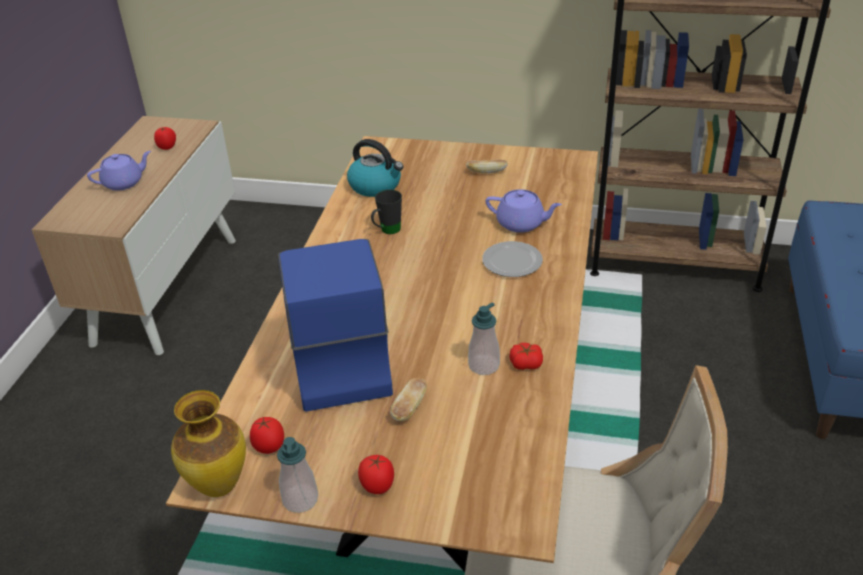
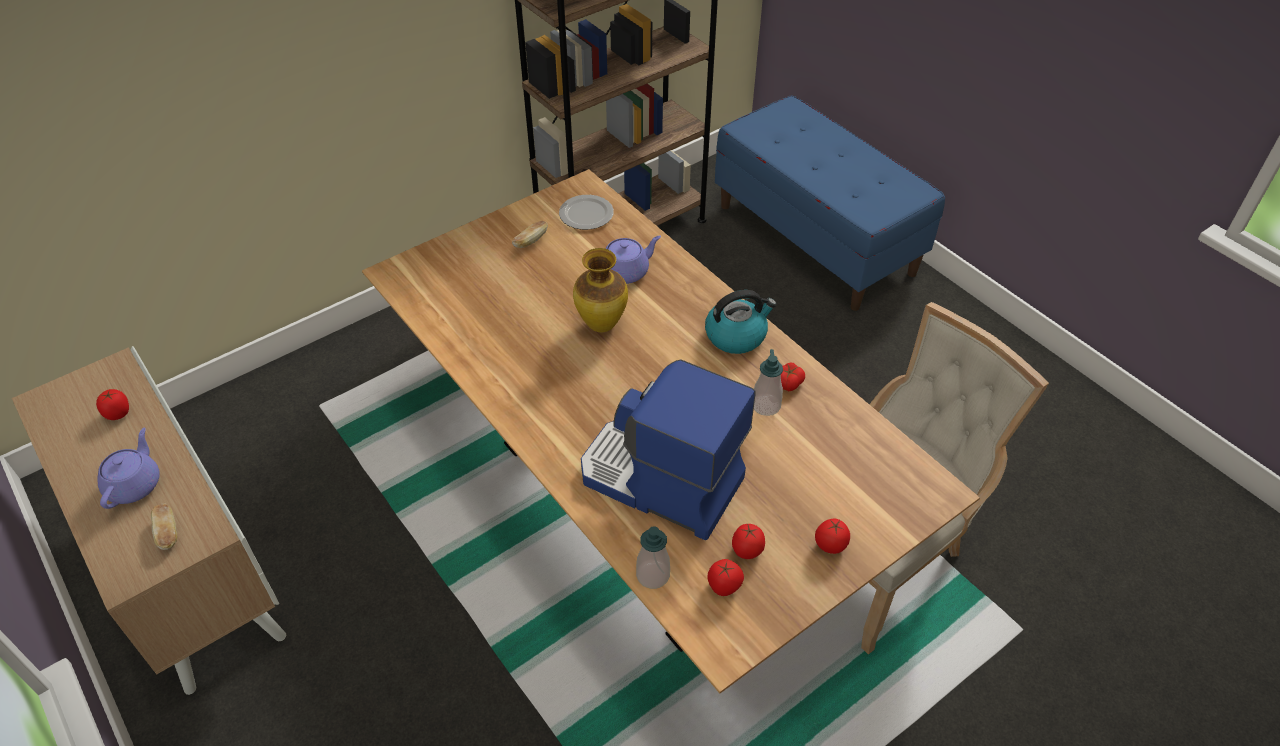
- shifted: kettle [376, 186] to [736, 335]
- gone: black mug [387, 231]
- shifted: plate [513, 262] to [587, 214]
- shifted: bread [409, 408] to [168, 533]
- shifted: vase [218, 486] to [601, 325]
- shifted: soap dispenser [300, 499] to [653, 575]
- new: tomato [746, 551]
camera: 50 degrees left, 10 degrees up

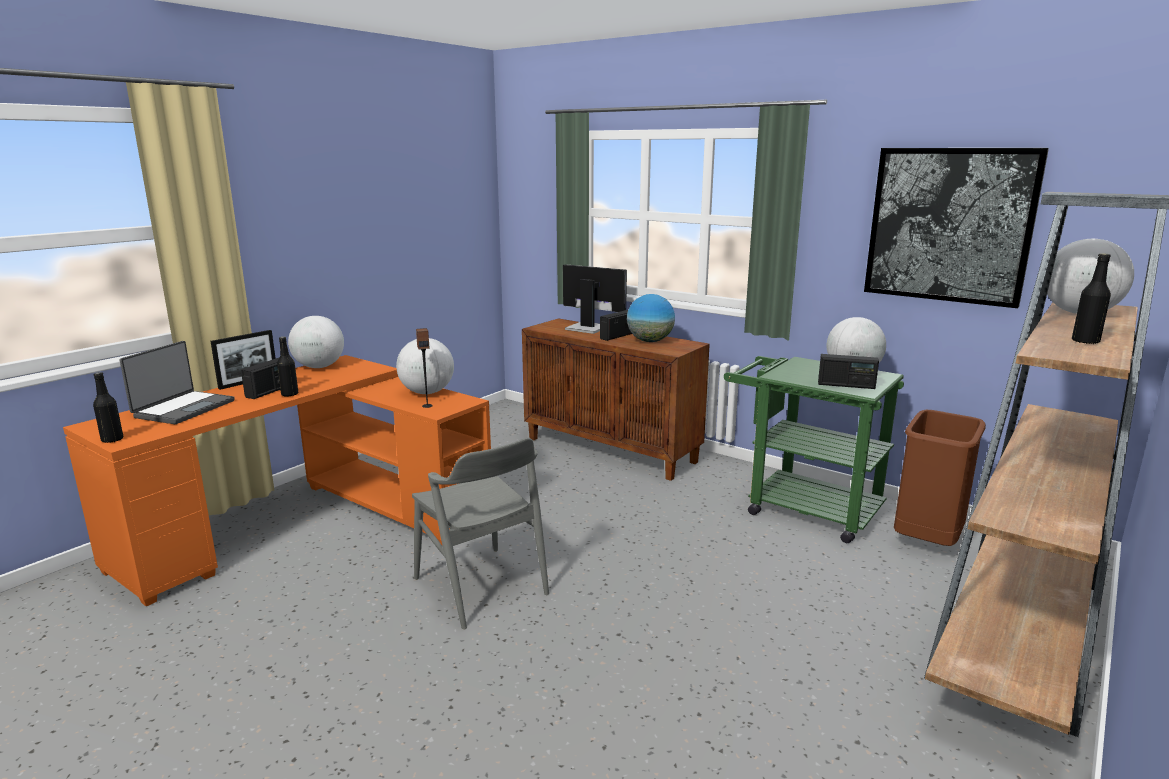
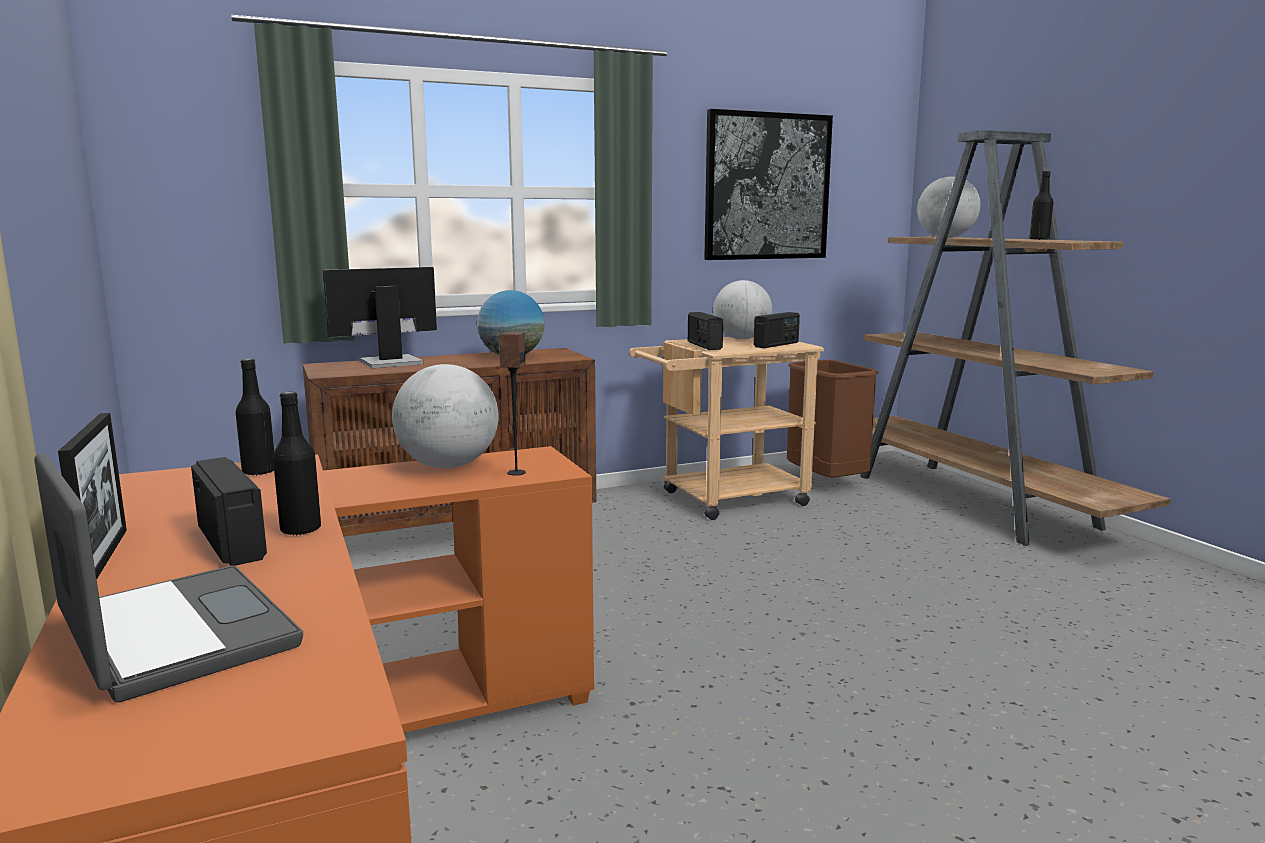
- shifted: radio [617, 336] to [704, 345]
- gone: globe [319, 367]
- repainted: green cart [801, 508] to beige cart [723, 500]
- shifted: black bottle [112, 440] to [259, 472]
- gone: grey chair [480, 586]
camera: 60 degrees left, 5 degrees down

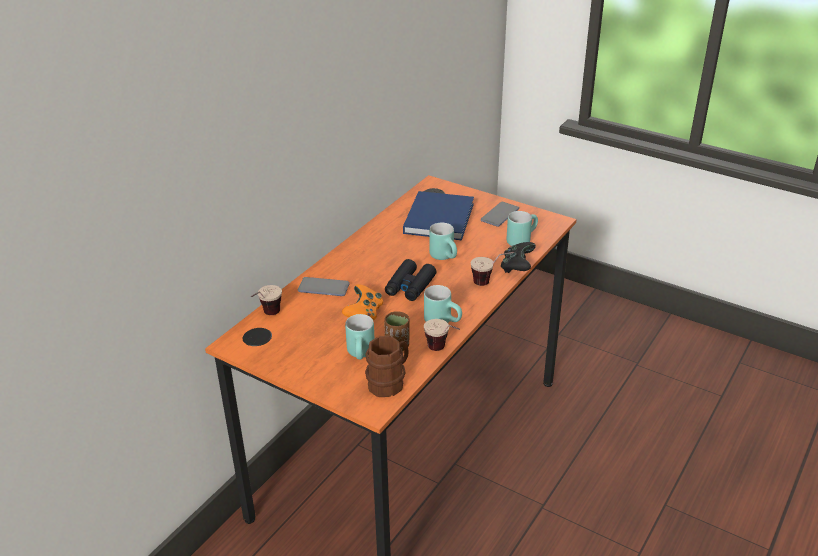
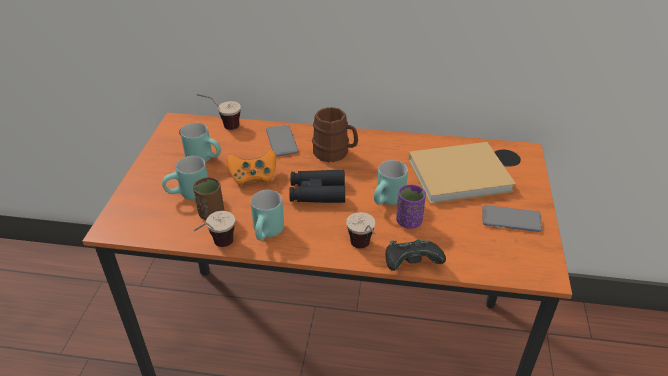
- repainted: blue book [439, 217] to beige book [462, 175]
- shifted: turquoise mug [521, 240] to [205, 158]
- shifted: brown mug [389, 382] to [335, 153]
- new: purple cup [409, 221]
camera: 65 degrees right, 5 degrees up

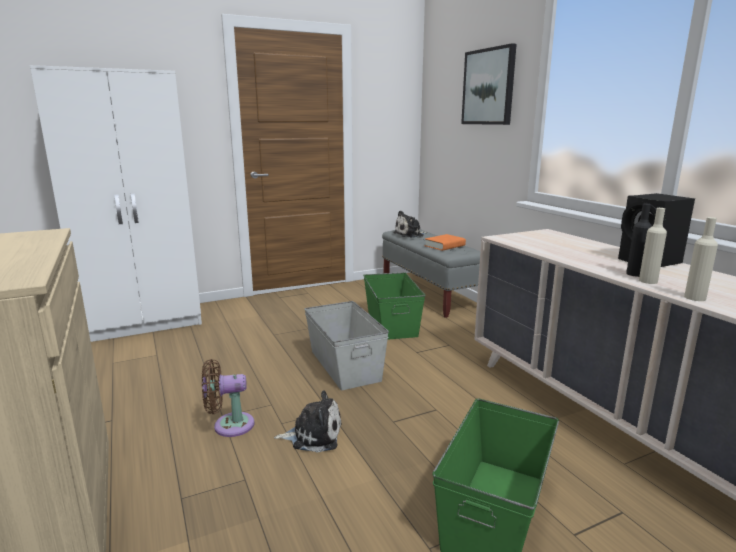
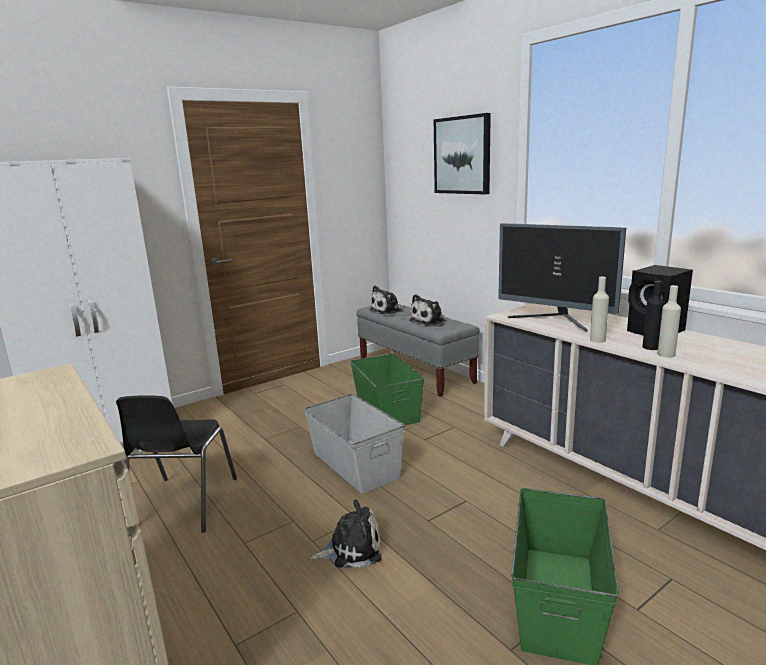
- shifted: beige bottle [695, 298] to [597, 340]
- swapped: orange book [444, 246] to plush toy [429, 321]
- gone: brown fan [229, 425]
- new: monitor [555, 321]
- new: black chair [183, 505]
camera: 10 degrees left, 0 degrees up

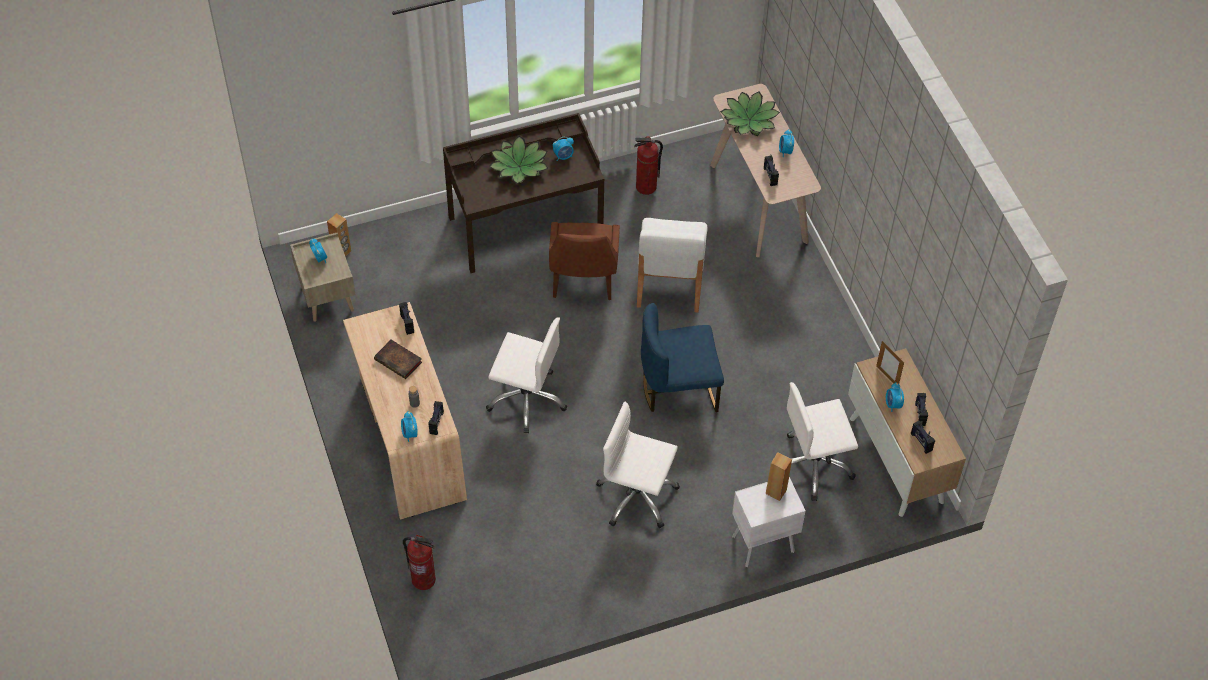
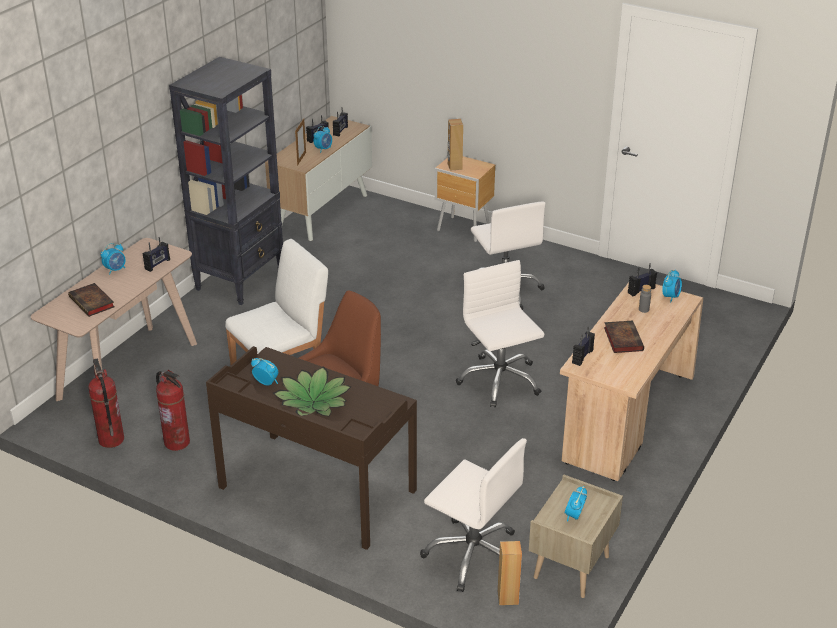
- swapped: potted plant [749, 120] to book [93, 303]
- gone: blue chair [679, 388]
- shifted: white office chair [813, 465] to [473, 554]
- repainted: white nightstand [761, 544] to brown nightstand [464, 230]
- shifted: fire extinguisher [423, 579] to [111, 440]
- new: black bookcase [240, 280]
camera: 130 degrees left, 20 degrees down

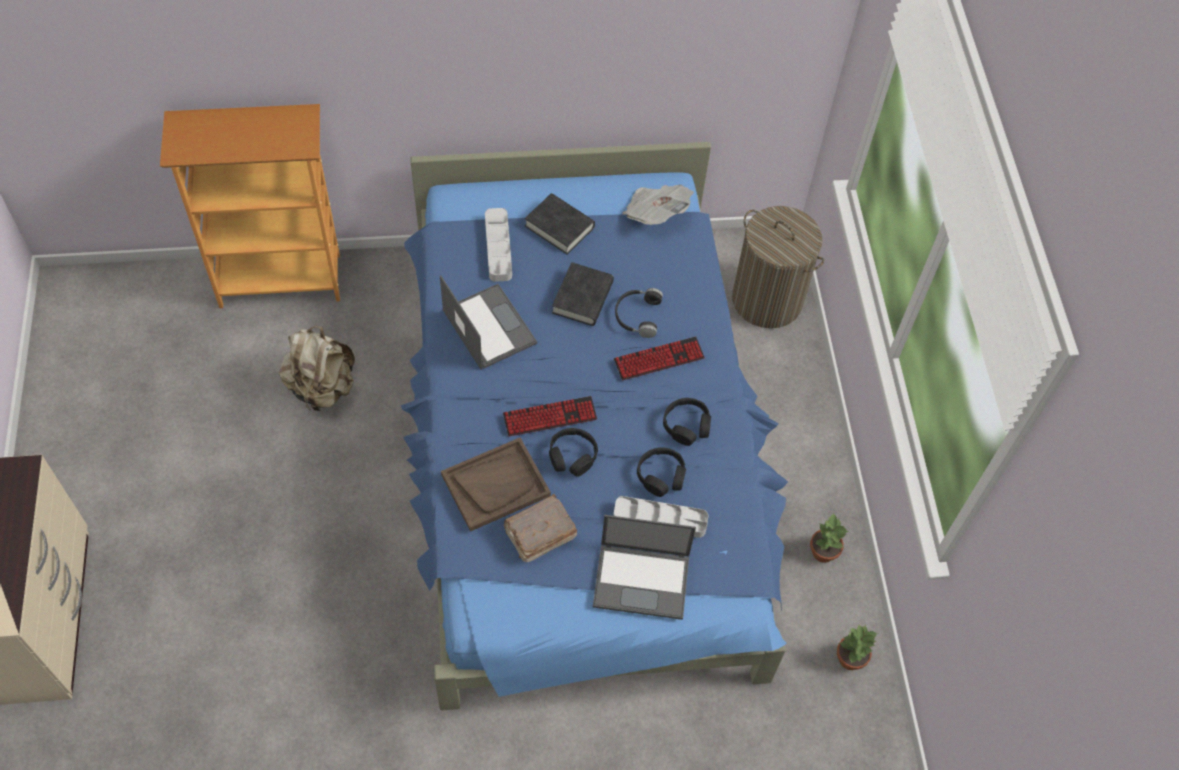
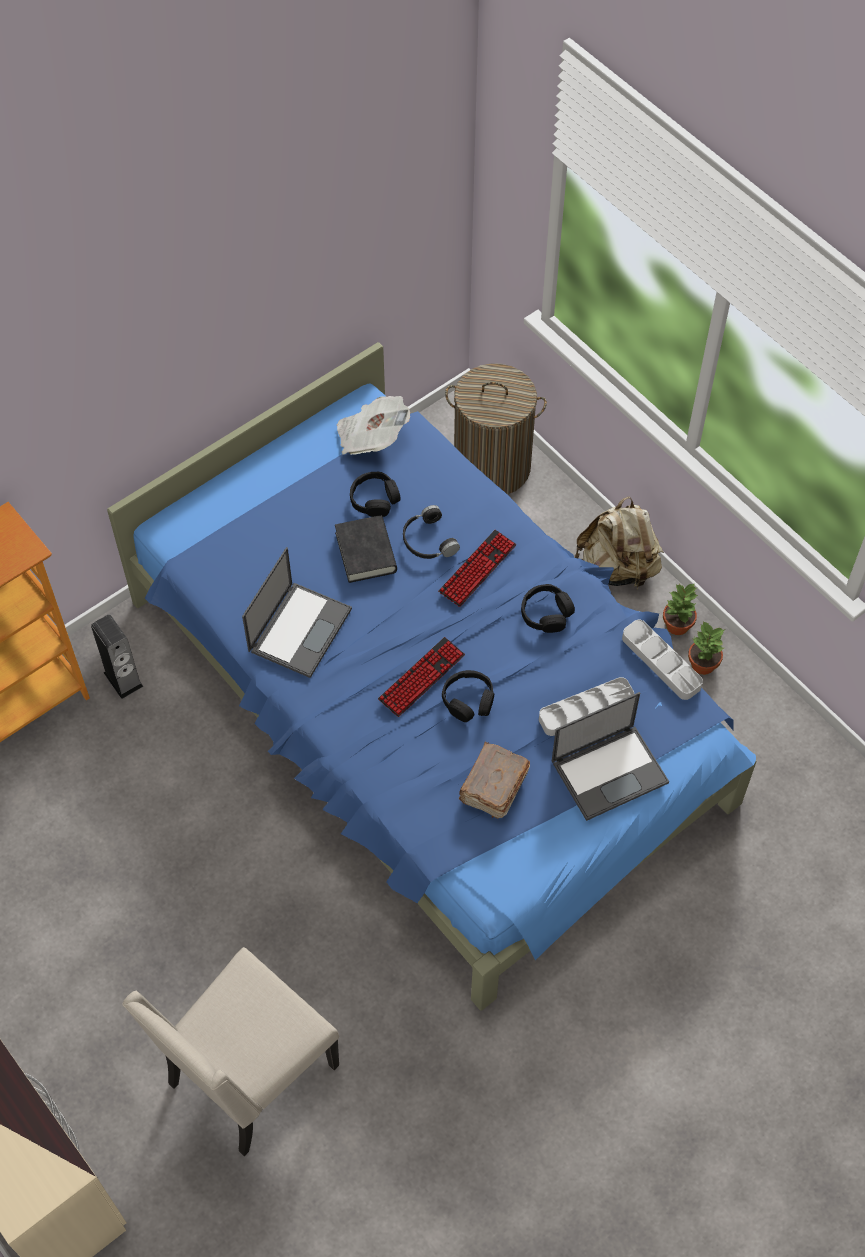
- gone: black book [559, 227]
- shifted: grey tray [498, 247] to [661, 662]
- rotated: laptop [488, 326] = [300, 628] 90 degrees clockwise
- shifted: beige backpack [322, 388] to [618, 568]
- gone: brown tray [496, 485]
- shifted: black headphones [661, 475] to [374, 499]
- shifted: potted plant [850, 659] to [678, 625]
- new: speaker [123, 679]
- new: beige chair [249, 1076]
camera: 30 degrees left, 0 degrees up

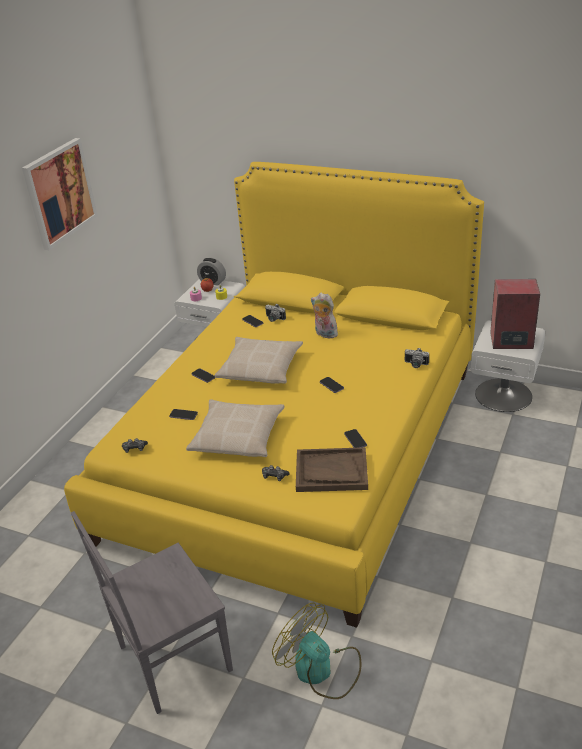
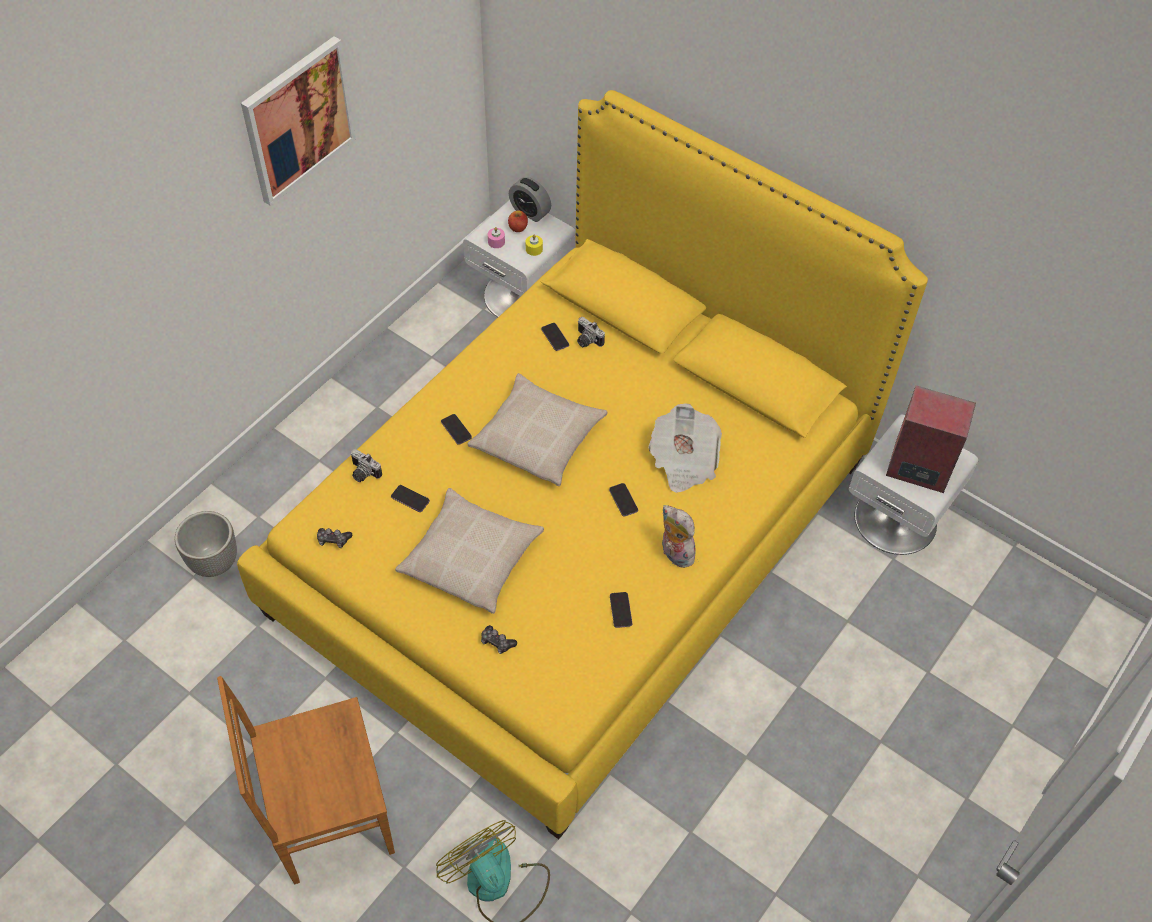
- shifted: plush toy [324, 334] to [674, 554]
- shifted: photo camera [415, 365] to [363, 473]
- gone: brown tray [331, 472]
- repainted: grey chair [171, 660] to brown chair [327, 816]
- new: newspaper [683, 461]
- new: planter [214, 561]
camera: 10 degrees right, 20 degrees up

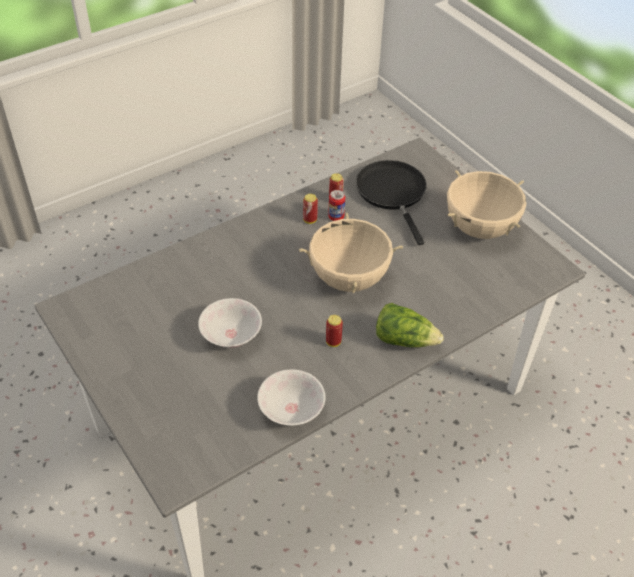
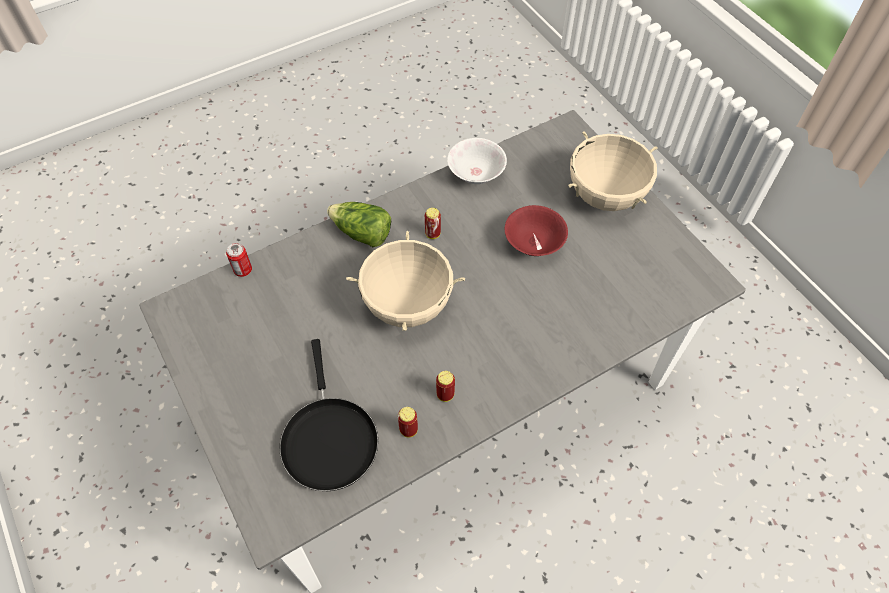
- shifted: beige cooking pot [480, 228] to [605, 196]
- shifted: can [336, 217] to [243, 270]
- repainted: white bowl [231, 336] to red bowl [533, 244]
camera: 175 degrees left, 10 degrees up

